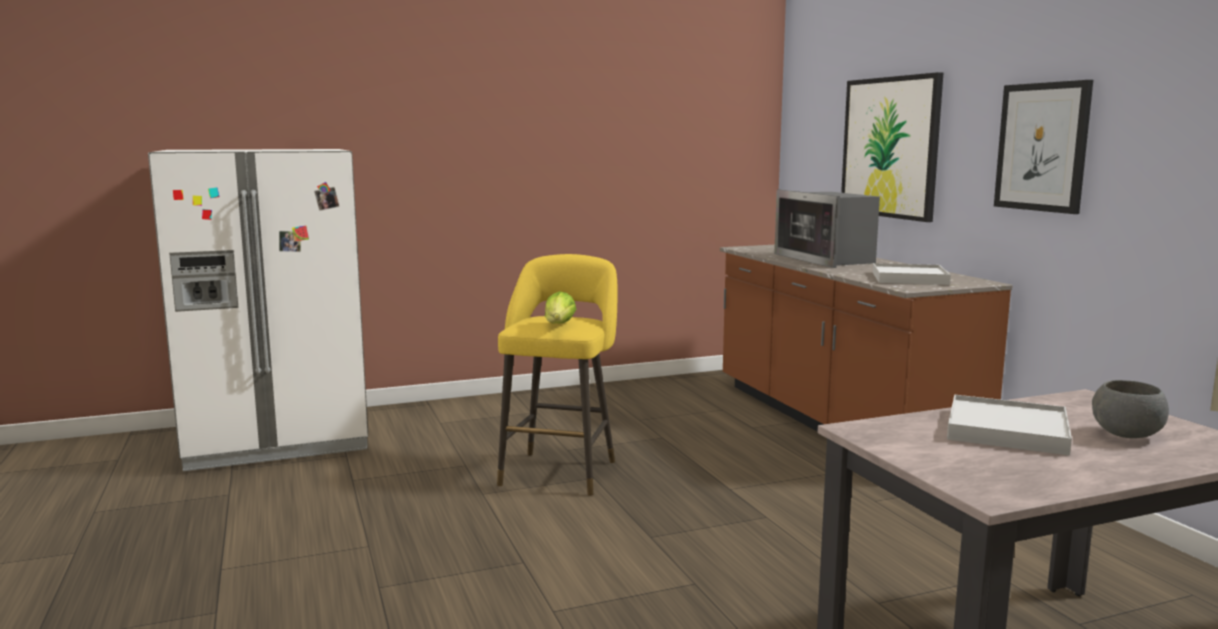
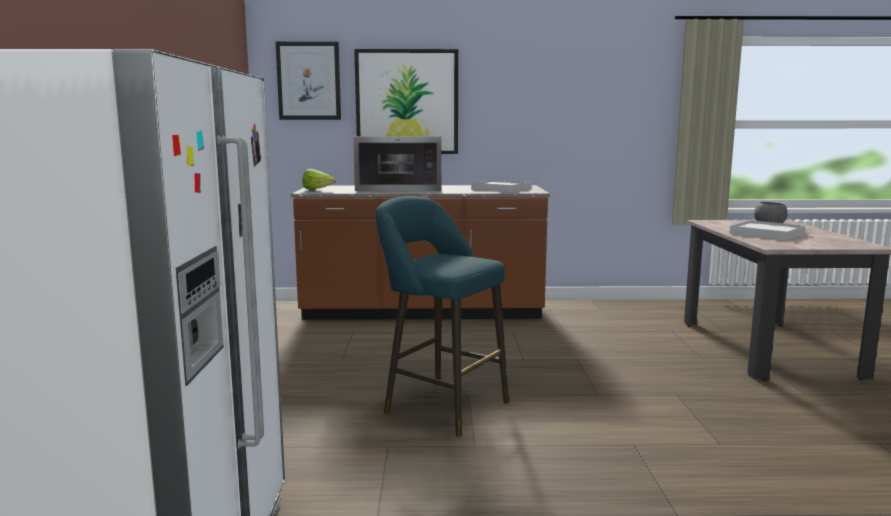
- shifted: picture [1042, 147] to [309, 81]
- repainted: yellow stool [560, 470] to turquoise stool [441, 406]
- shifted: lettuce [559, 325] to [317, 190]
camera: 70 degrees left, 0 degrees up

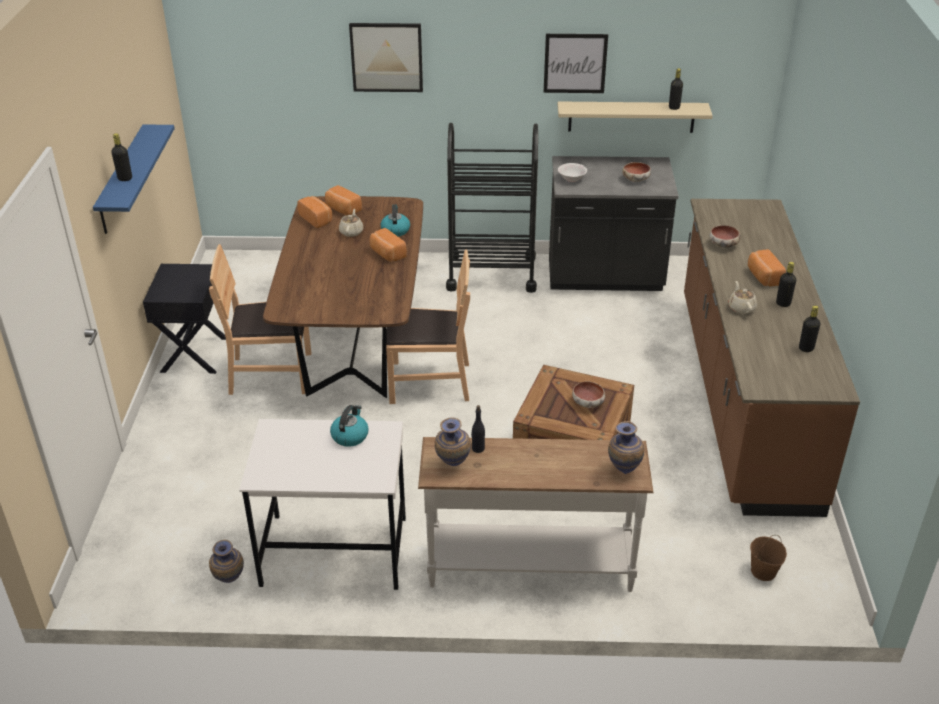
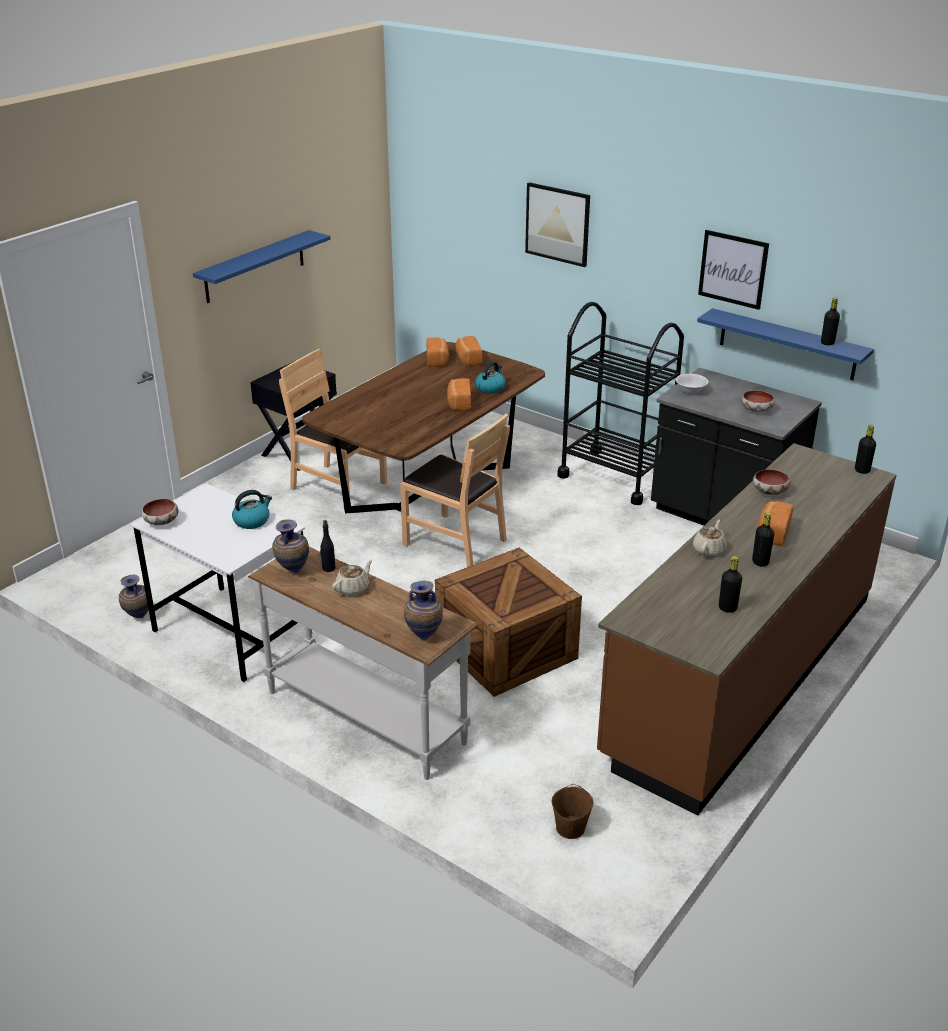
- repainted: beige shelf [631, 117] to blue shelf [787, 344]
- shifted: black bottle [125, 178] to [862, 470]
- shifted: beige teapot [351, 232] to [353, 588]
- shifted: bowl [588, 403] to [162, 522]
camera: 35 degrees right, 5 degrees down

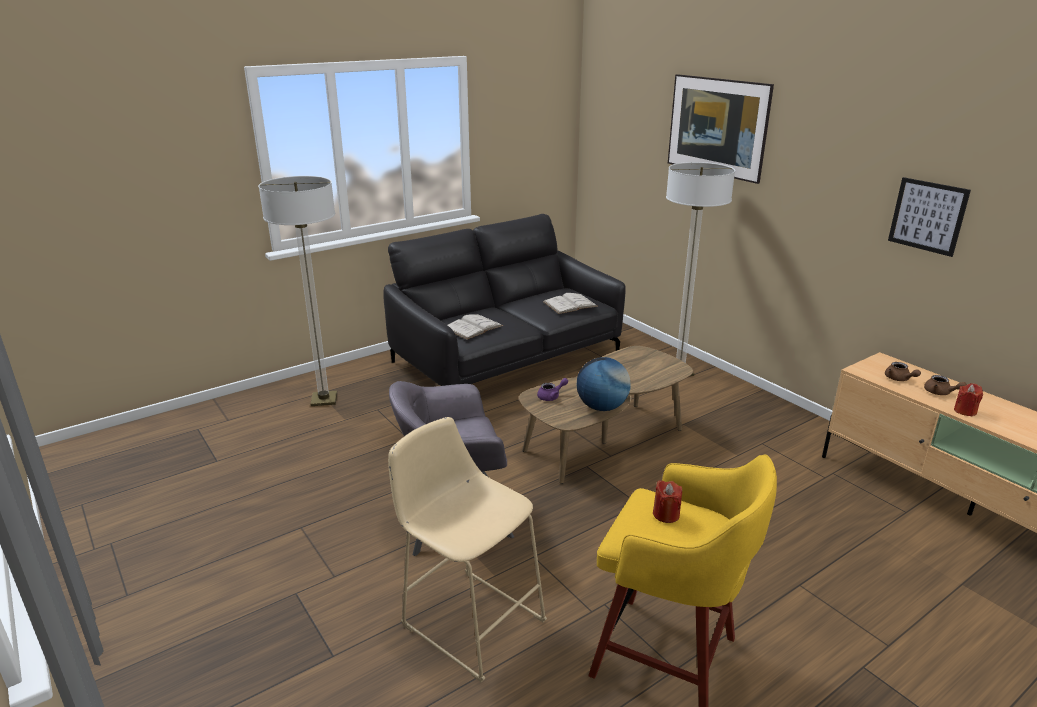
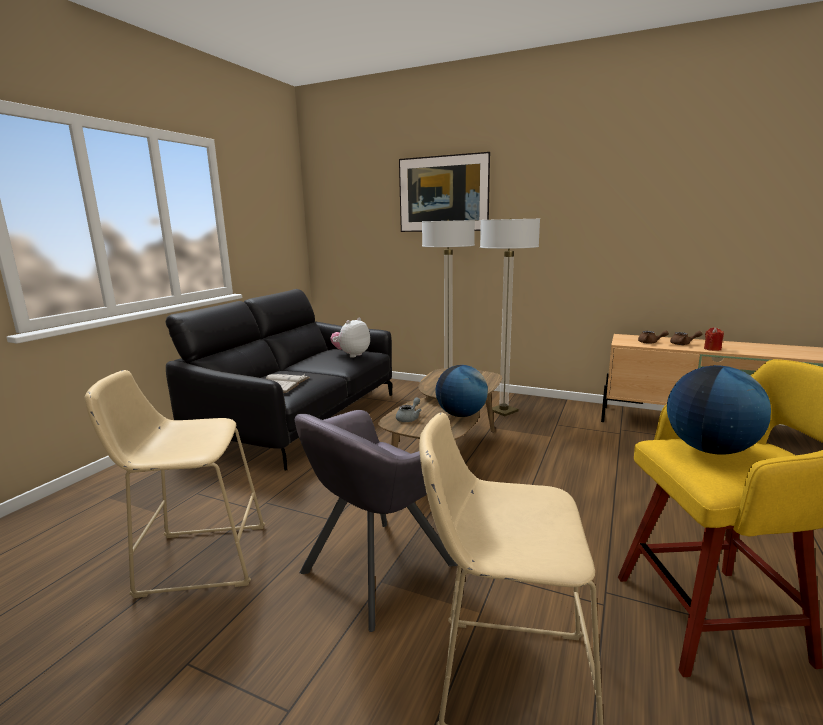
- shifted: floor lamp [324, 400] to [503, 411]
- gone: picture [927, 216]
- swapped: white book [570, 304] to plush toy [351, 355]
- repainted: purple teapot [551, 396] to grey teapot [409, 418]
- swapped: red candle [666, 514] to globe [710, 449]
- new: beige stool [196, 559]
camera: 30 degrees left, 10 degrees down

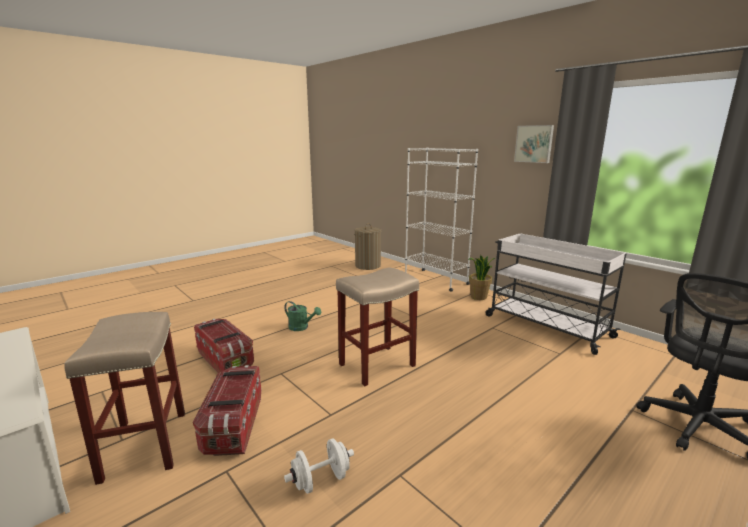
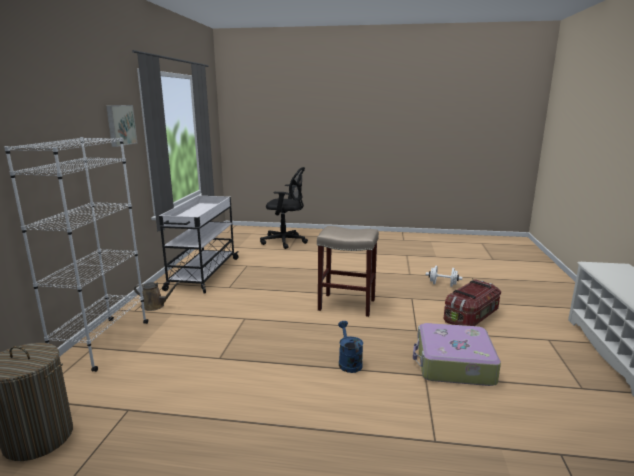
- swapped: potted plant [479, 297] to brown watering can [155, 306]
- repainted: green watering can [301, 327] to blue watering can [348, 362]
- gone: beige stool [144, 444]
- swapped: storage box [225, 360] to suitcase [453, 364]
camera: 130 degrees left, 0 degrees up

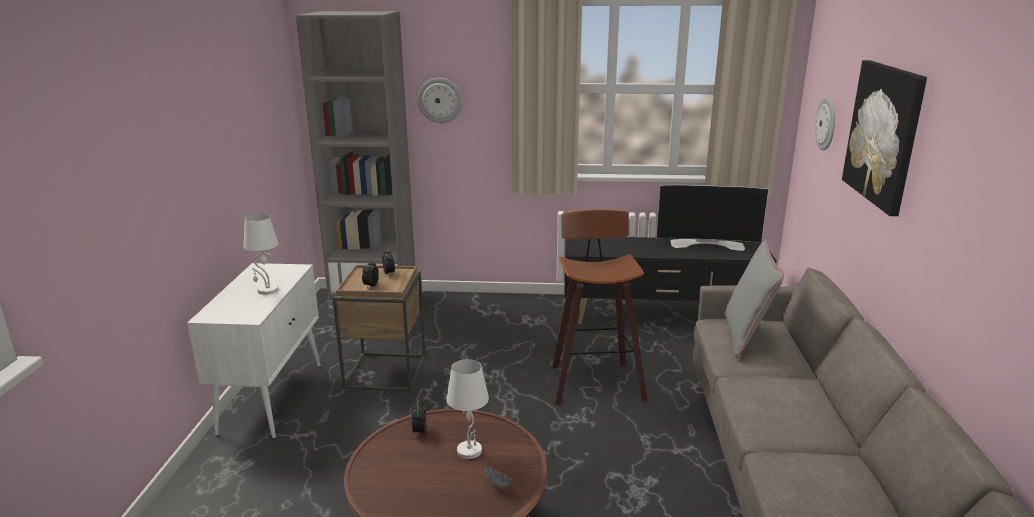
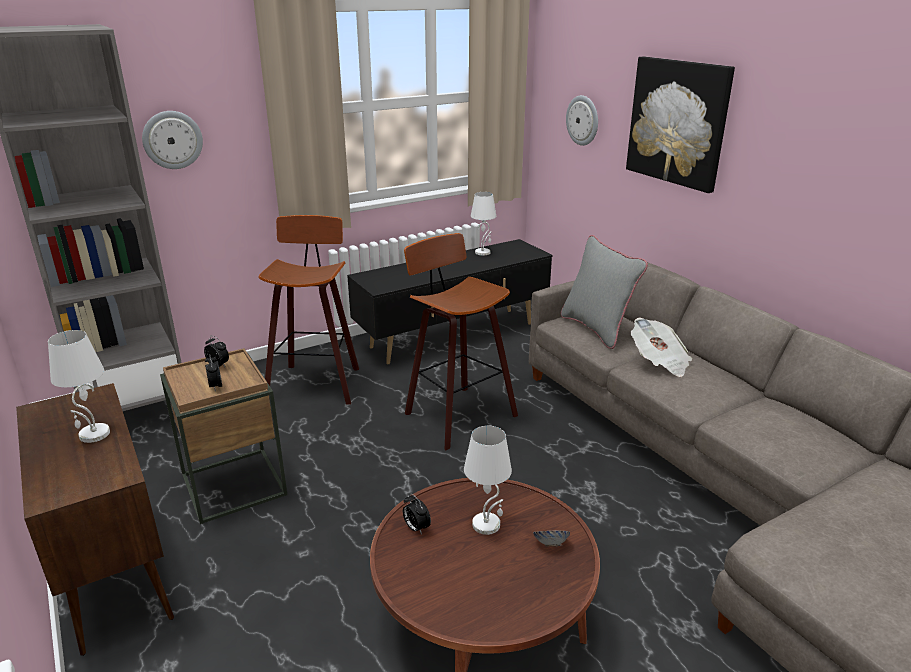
- swapped: television [707, 243] to white table lamp [483, 252]
- repainted: white cabinet [272, 397] to brown cabinet [114, 572]
- new: stool [316, 382]
- new: newspaper [659, 362]
camera: 35 degrees left, 5 degrees up

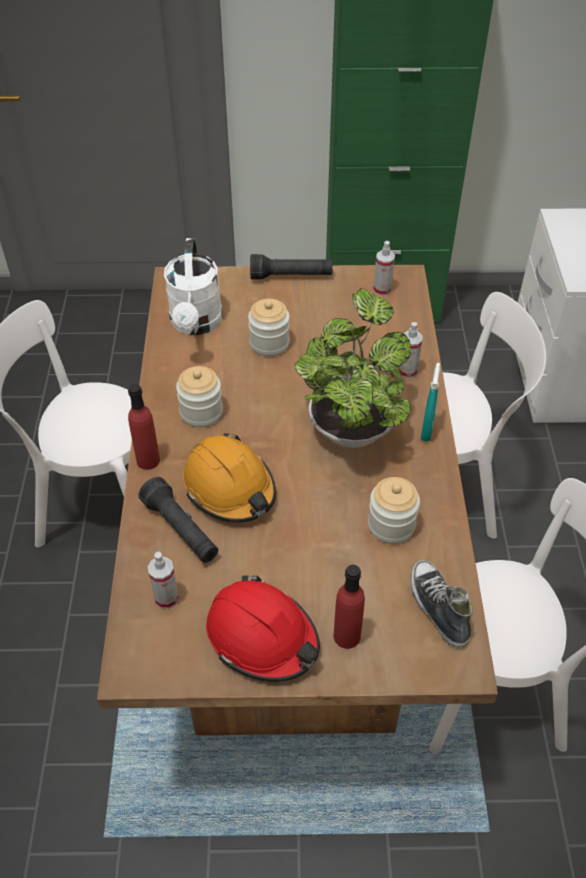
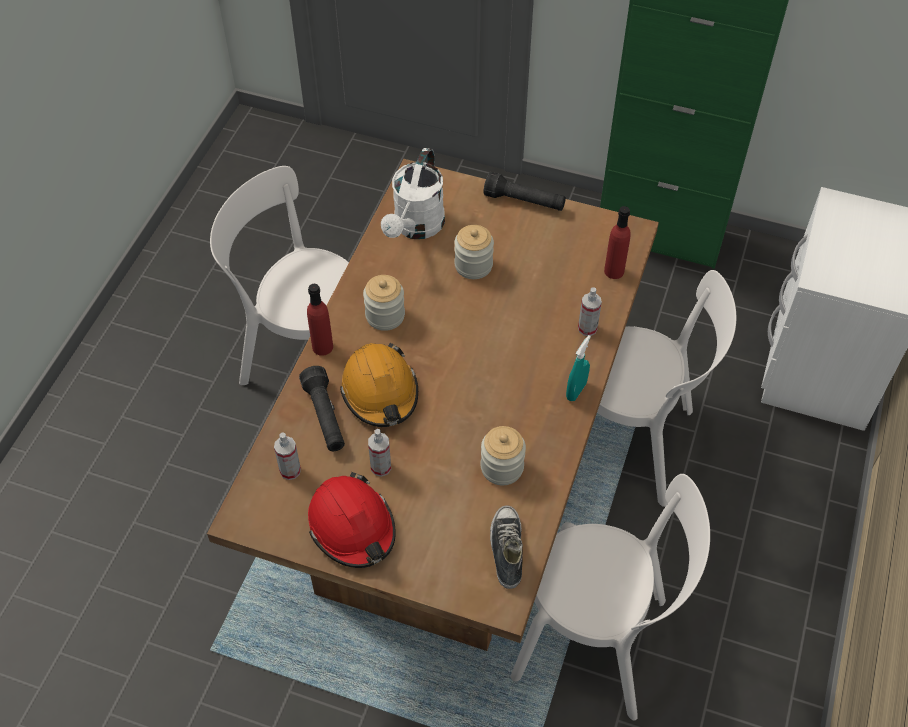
- shifted: spray bottle [382, 290] to [381, 467]
- gone: potted plant [351, 426]
- shifted: red bottle [347, 636] to [614, 271]
camera: 20 degrees right, 5 degrees up

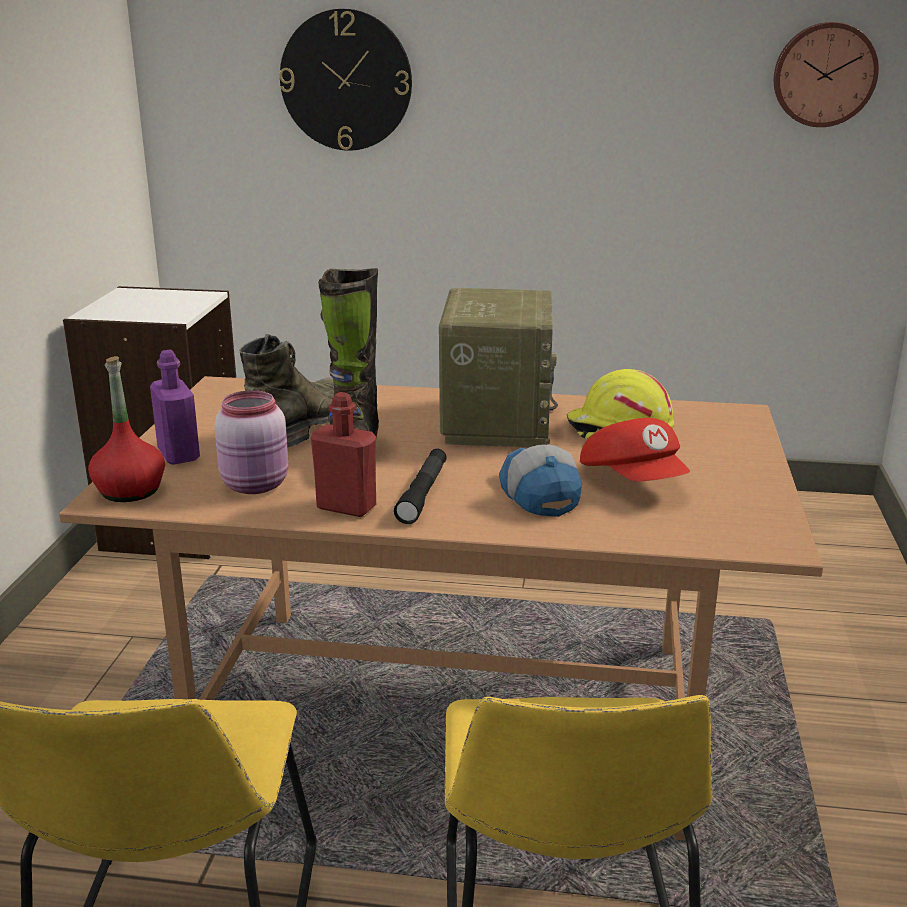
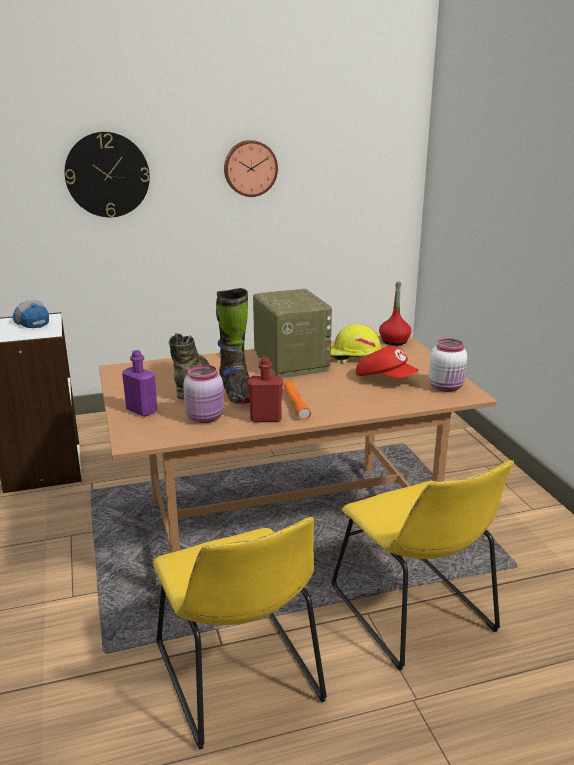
- shifted: wall clock [824, 74] to [250, 168]
- shifted: red bottle [130, 491] to [394, 341]
- shifted: cap [537, 494] to [30, 322]
- repainted: black flashlight [423, 494] to orange flashlight [295, 404]
- new: white jar [446, 387]
camera: 25 degrees left, 0 degrees up

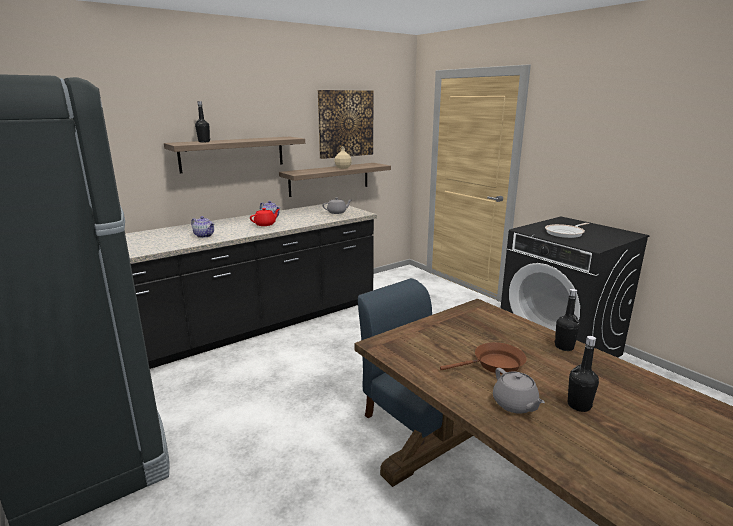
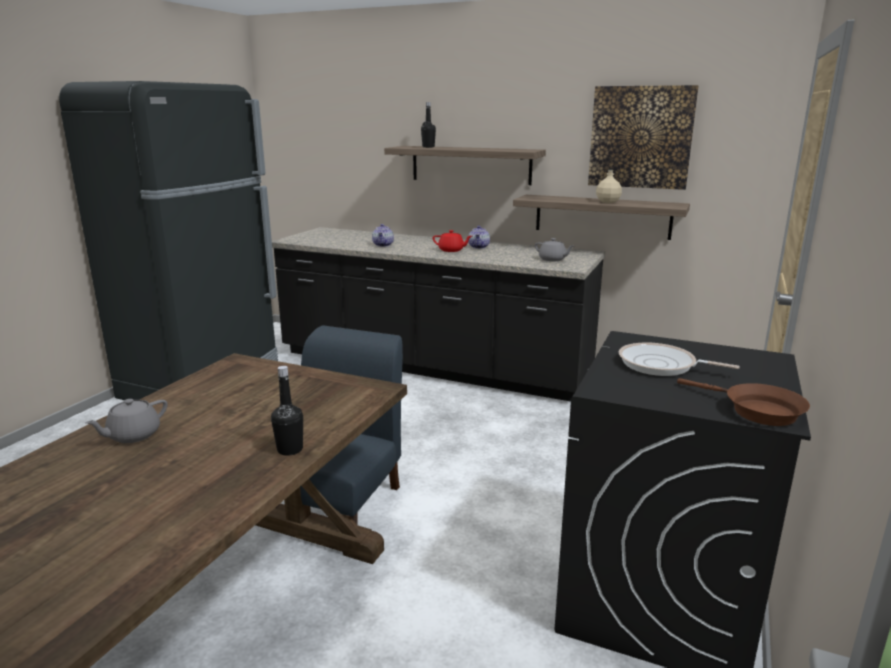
- gone: black bottle [579, 405]
- shifted: brown frying pan [494, 365] to [756, 411]
camera: 60 degrees right, 0 degrees up

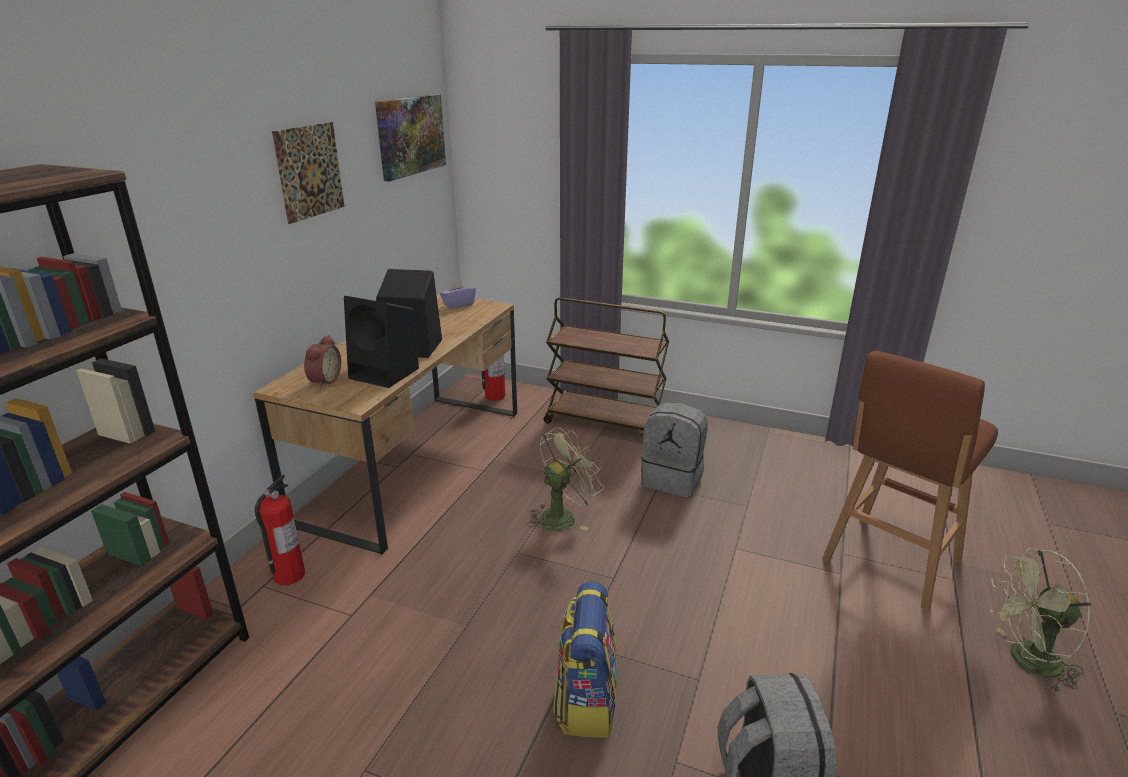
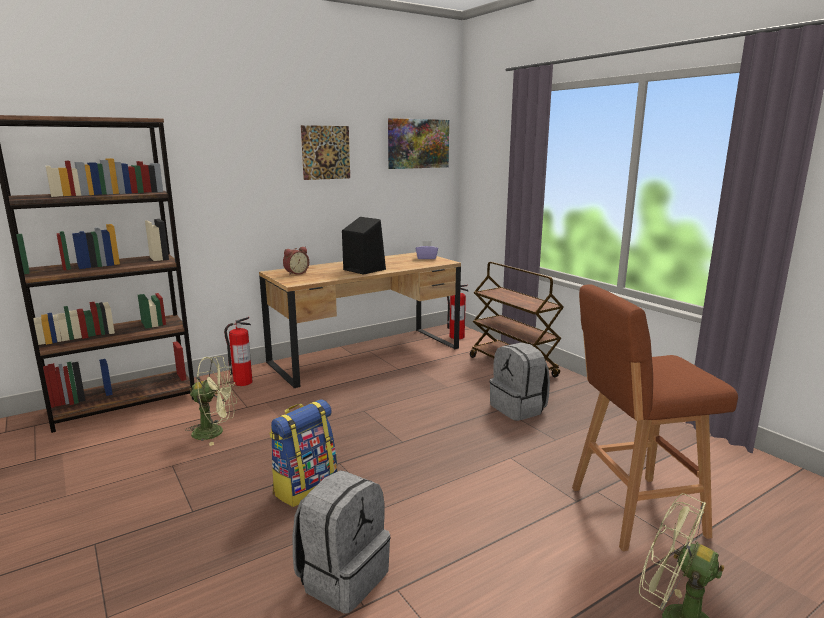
- gone: black speaker [386, 373]
- shifted: green fan [563, 516] to [215, 432]
camera: 35 degrees right, 10 degrees down

